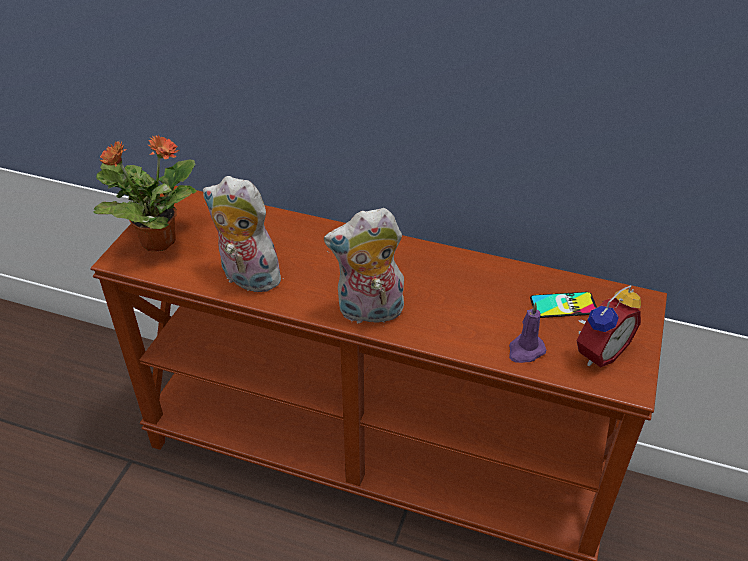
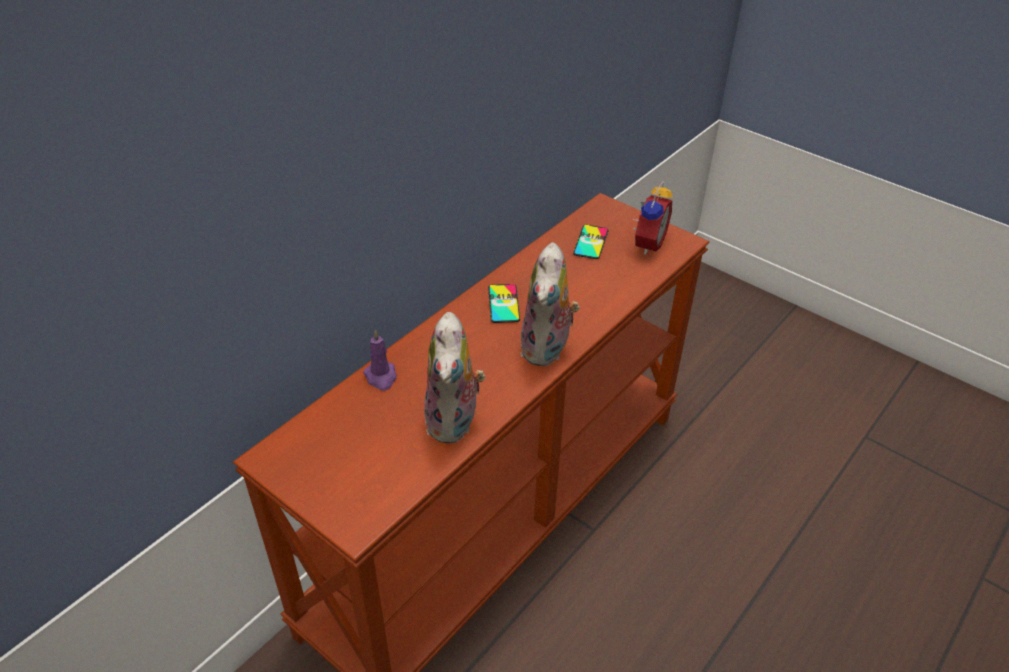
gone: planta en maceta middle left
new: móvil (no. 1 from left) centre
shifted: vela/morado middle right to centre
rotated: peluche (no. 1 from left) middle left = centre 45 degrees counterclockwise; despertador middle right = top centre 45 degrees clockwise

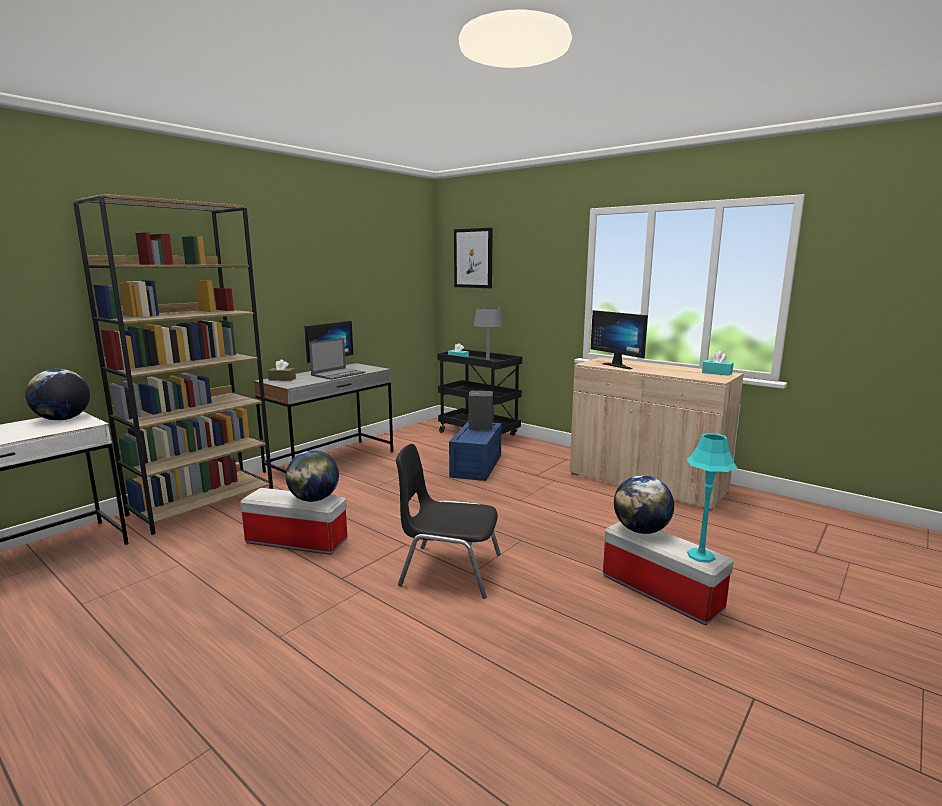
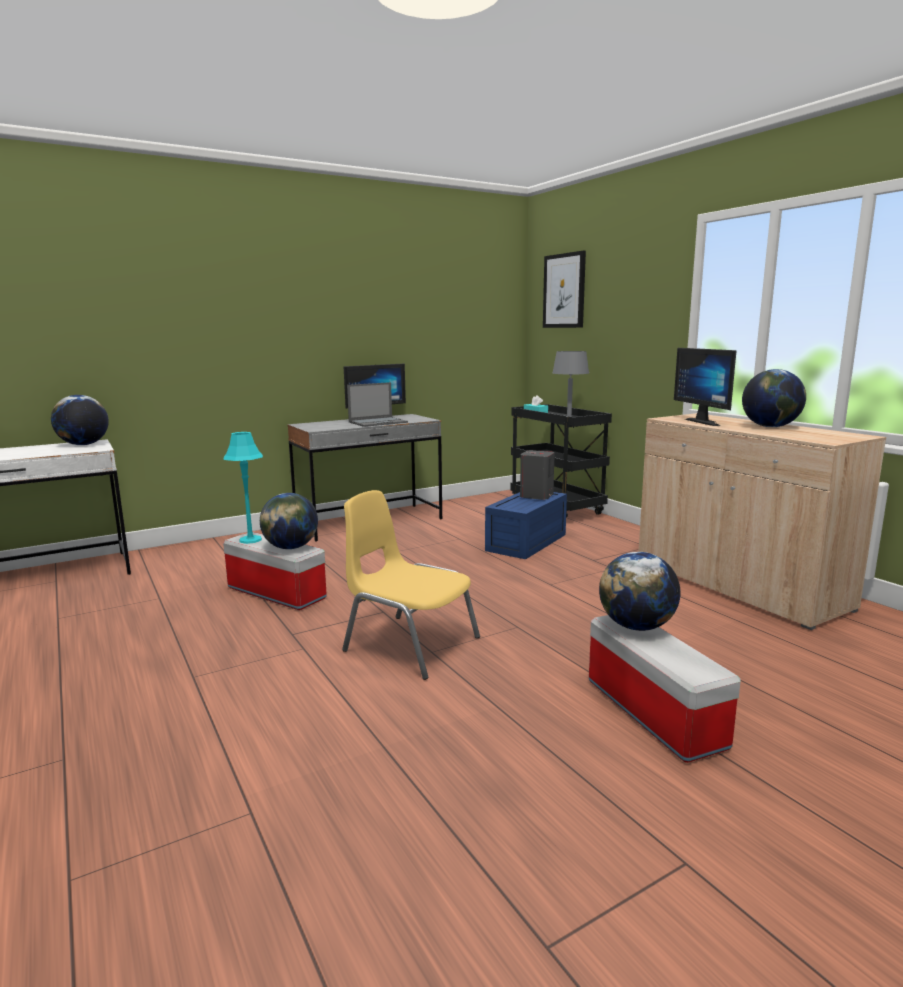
gone: estantería/marrón middle left; caja de pañuelos/turquesa (no. 2 from left) middle right; caja de pañuelos/marrón middle left
new: globo terráqueo (no. 4 from left) middle right
shifted: lámpara de mesa/turquesa middle right to middle left
repainted: silla/negro centre to silla/amarillo centre

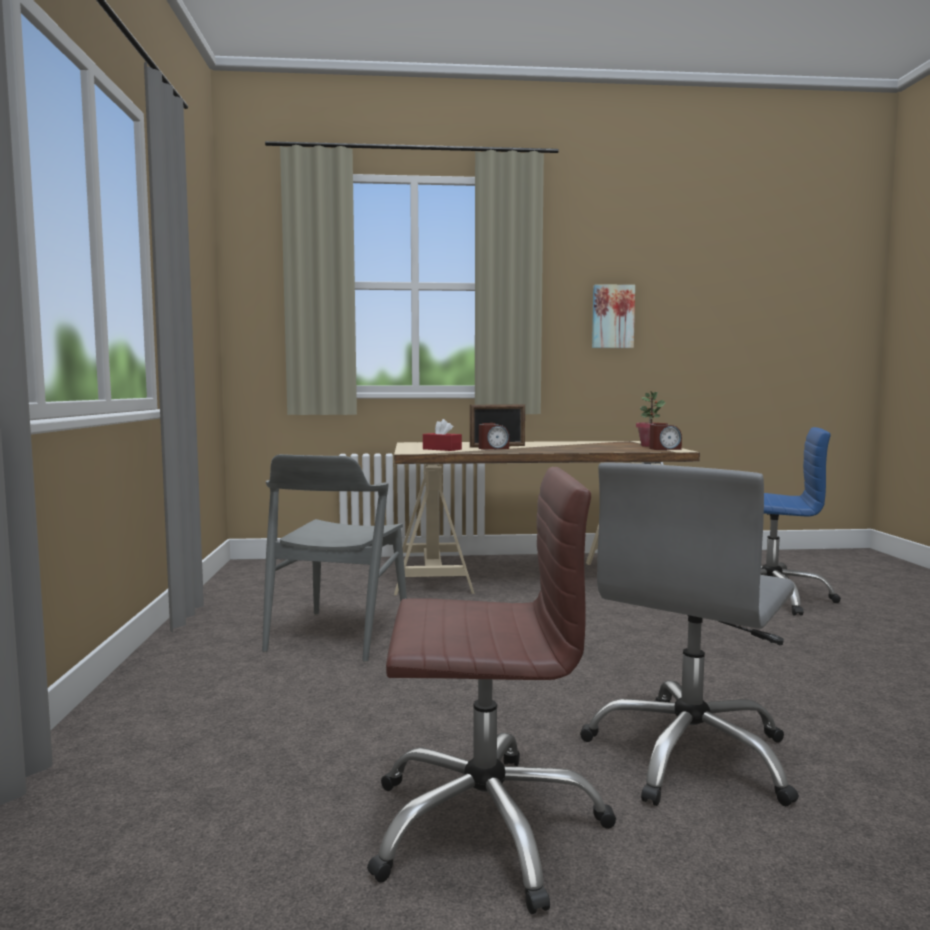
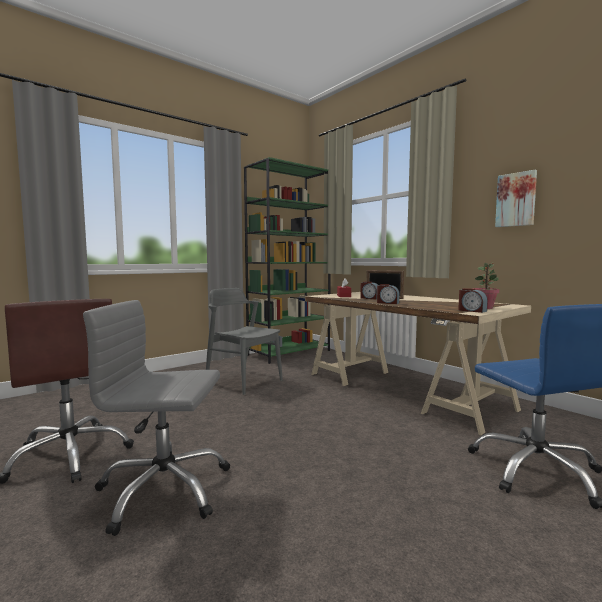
new: estantería/verde centre; despertador (no. 2 from left) centre
rotated: silla/gris centre = centre 60 degrees clockwise

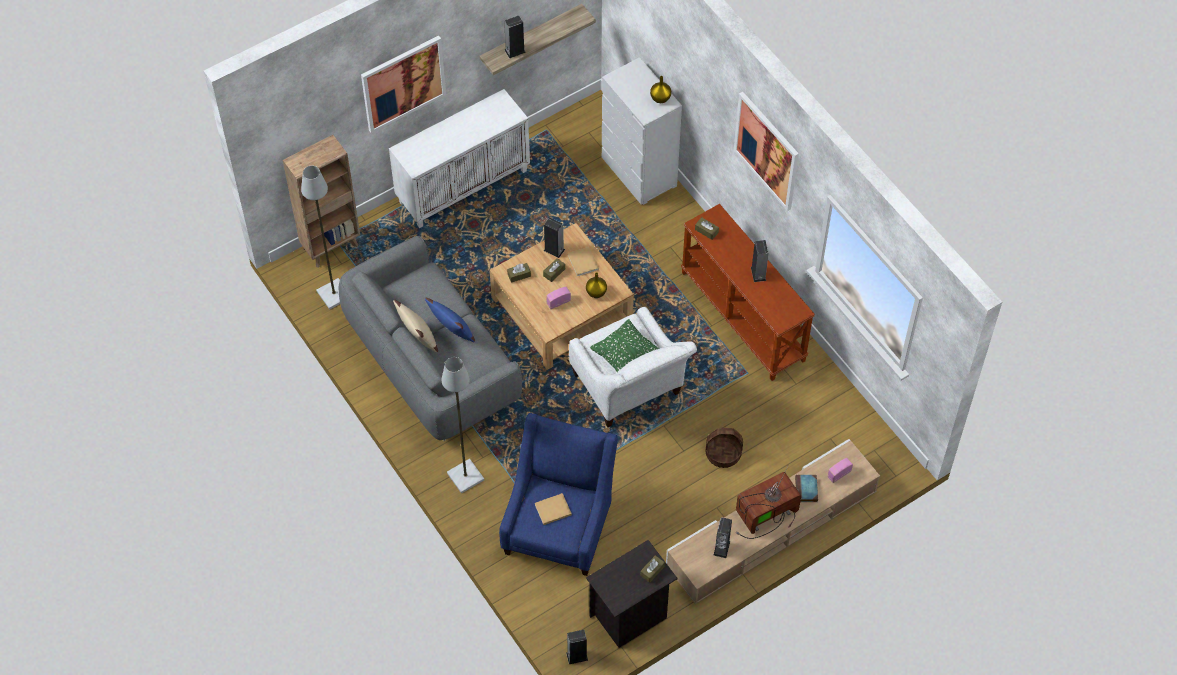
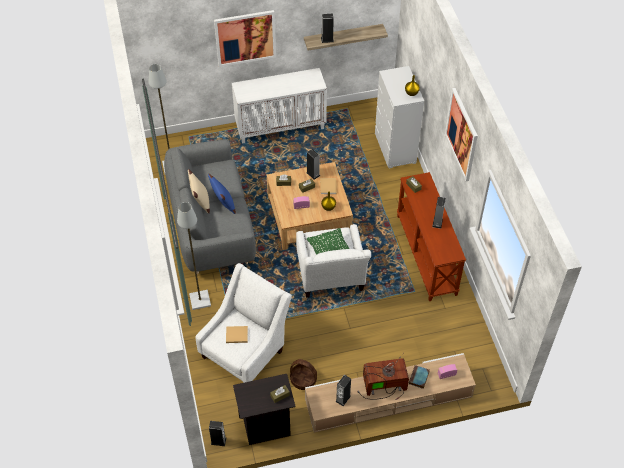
gone: estantería/marrón top left
shifted: cesta centre to bottom centre
repainted: sillón/azul bottom centre to sillón/blanco (no. 1 from left) bottom centre

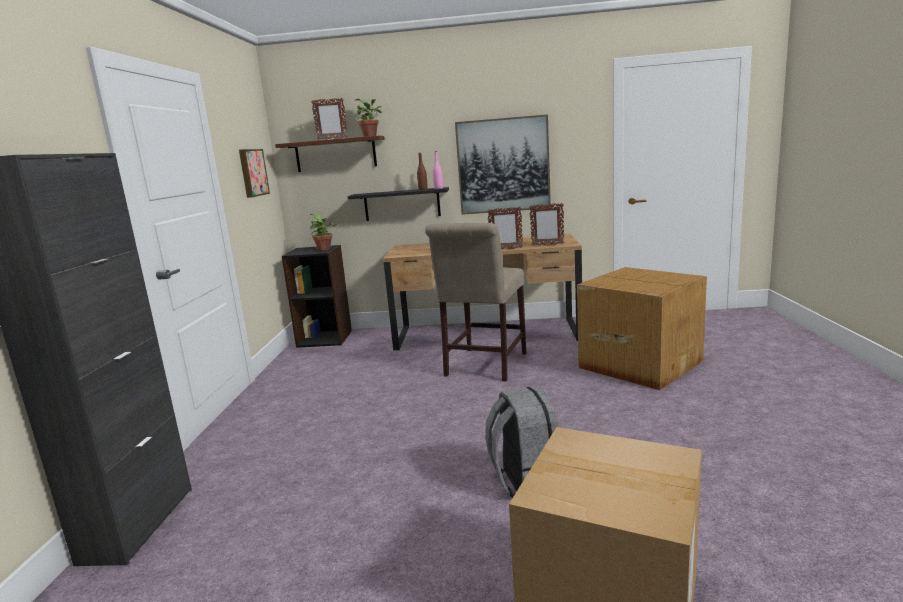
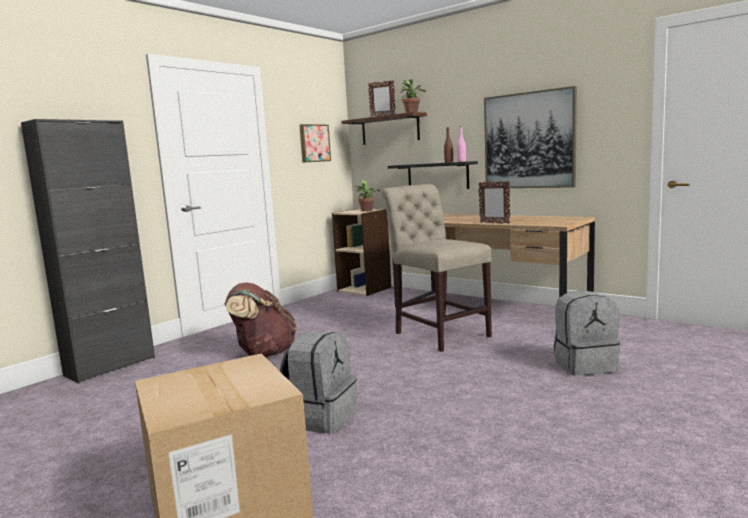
gone: portarretratos (no. 3 from left) centre
new: mochila/marrón centre
swapped: caja de cartón (no. 2 from left) middle right to mochila/gris (no. 2 from left) middle right
repainted: estantería/negro centre to estantería/beis centre
rotated: silla/beis centre = centre 90 degrees clockwise

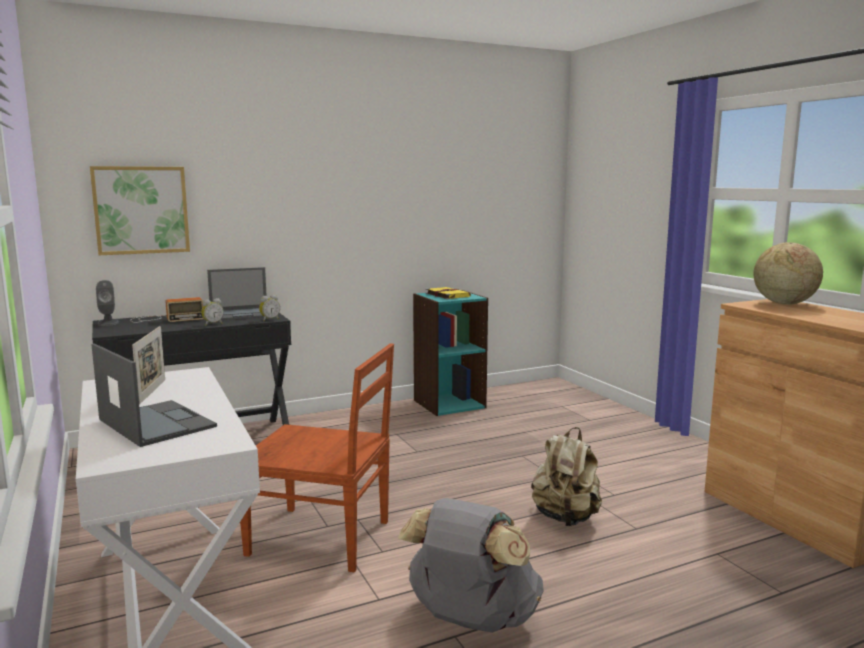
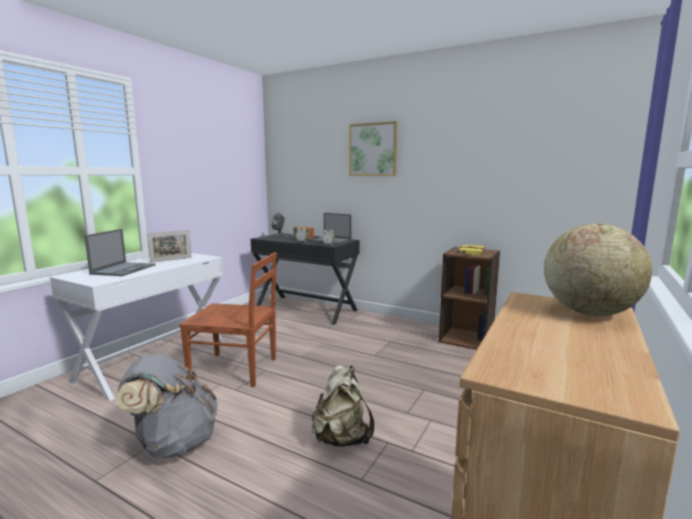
shifted: cuadro top left to top centre
repainted: estantería/turquesa centre to estantería/marrón middle right
rotated: silla/marrón bottom centre = middle left 60 degrees counterclockwise

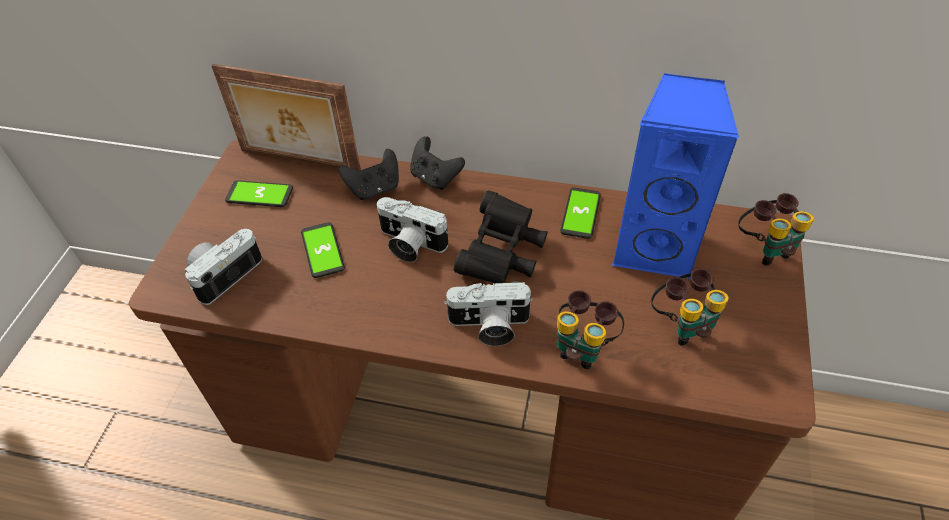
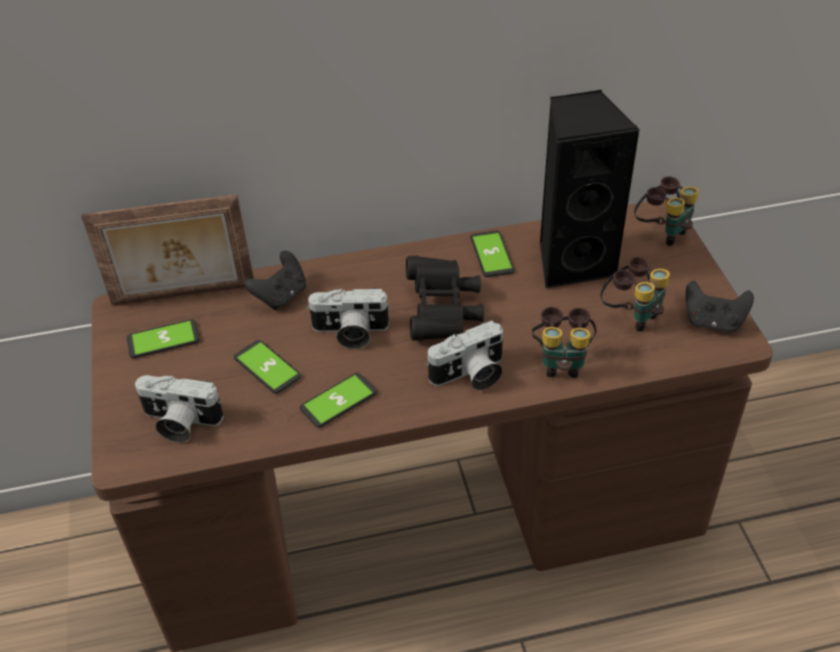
new: móvil (no. 3 from left) centre
shifted: mando de consola/negro (no. 2 from left) top centre to middle right
repainted: altavoz/azul middle right to altavoz/negro top right
rotated: cámara (no. 1 from left) middle left = middle left 90 degrees counterclockwise

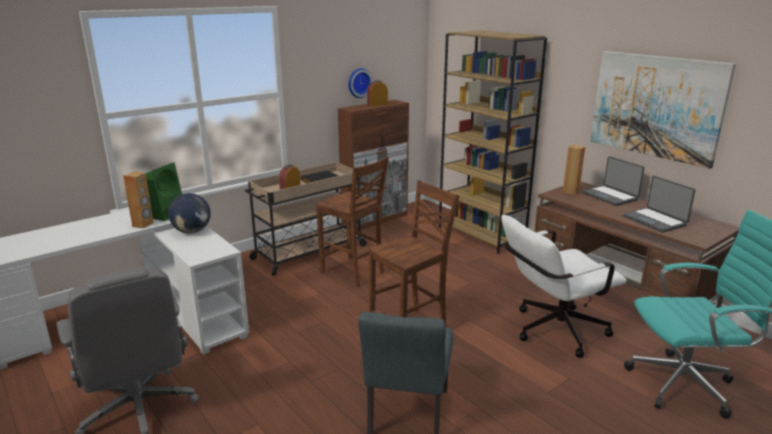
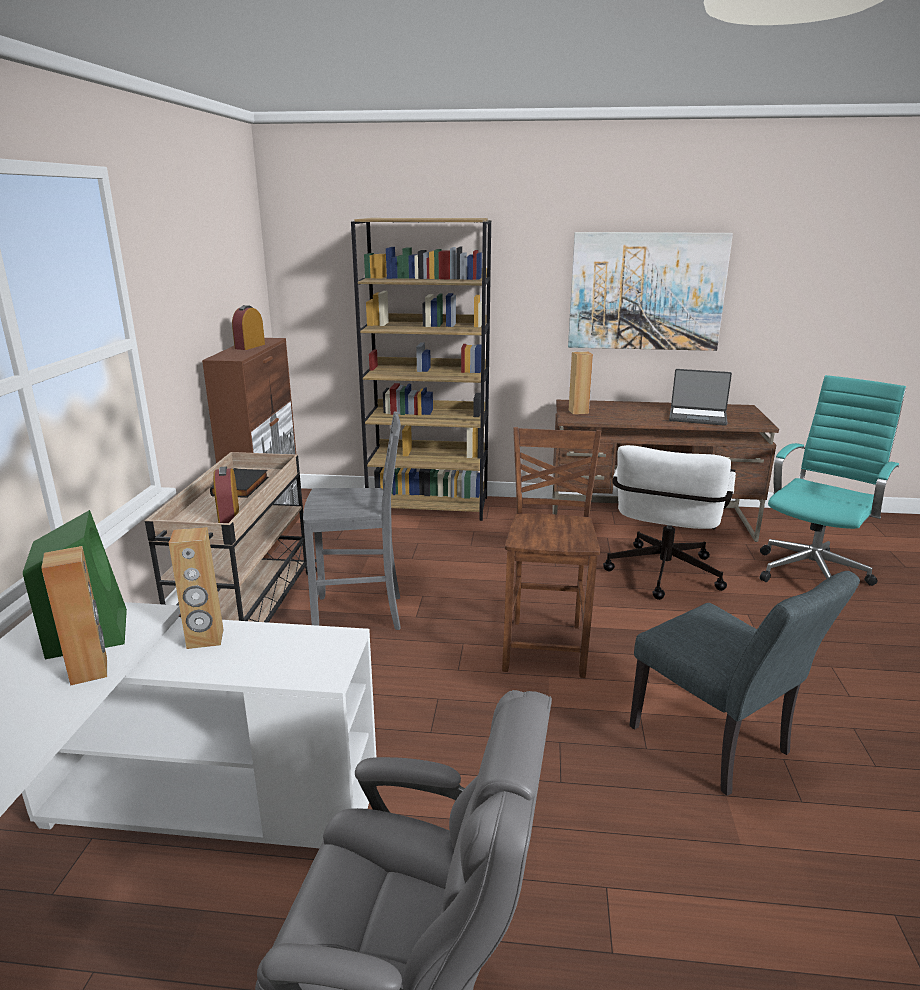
gone: reloj de pared top centre; portátil (no. 1 from left) middle right
swapped: globo terráqueo middle left to altavoz/marrón (no. 2 from left) middle left
repainted: silla/marrón (no. 1 from left) centre to silla/gris (no. 1 from left) centre

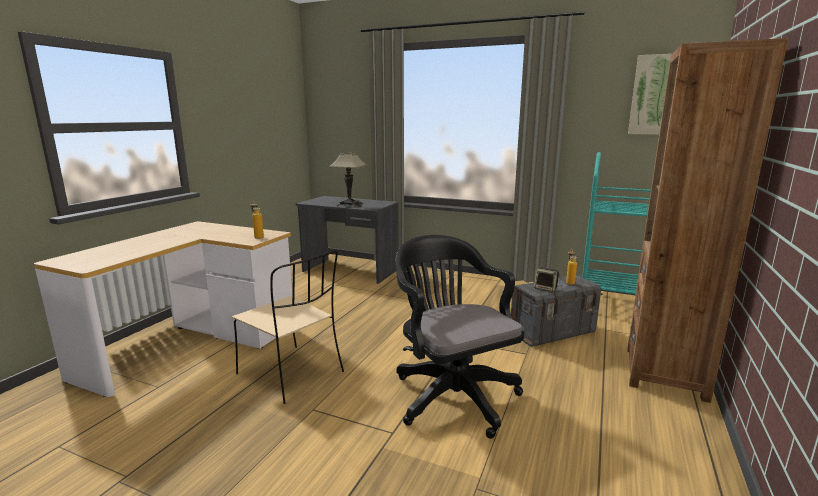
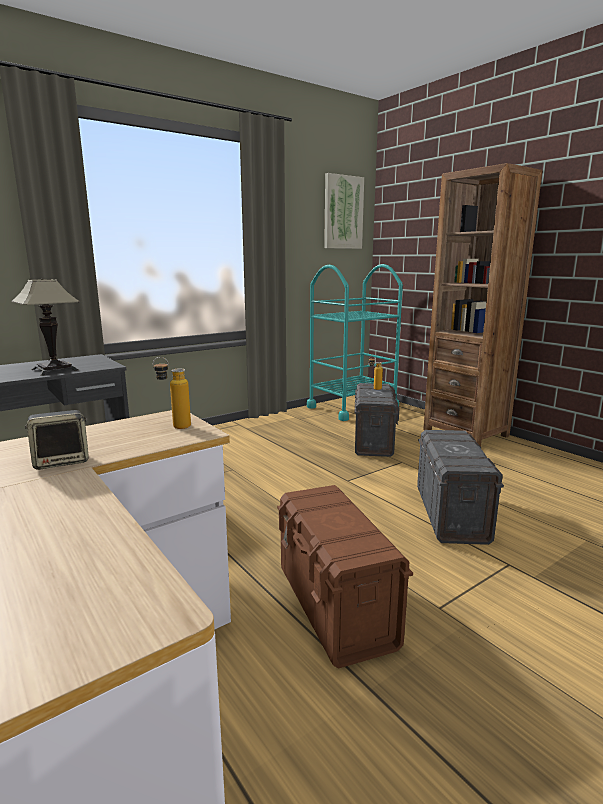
shifted: altavoz middle right to middle left
swapped: silla de oficina/negro bottom centre to caja de almacenaje/gris (no. 2 from left) middle right; silla/beis centre to caja de almacenaje/marrón bottom centre

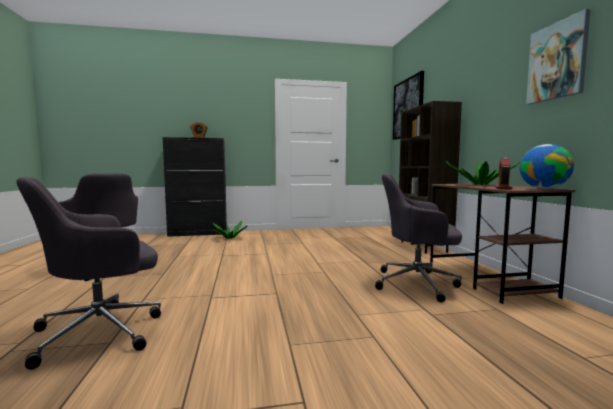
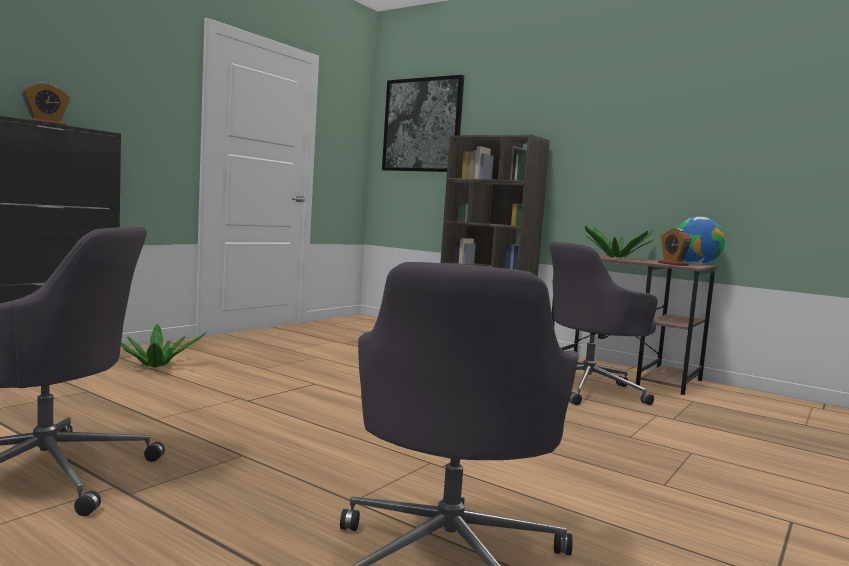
gone: cuadro (no. 2 from left) top right

